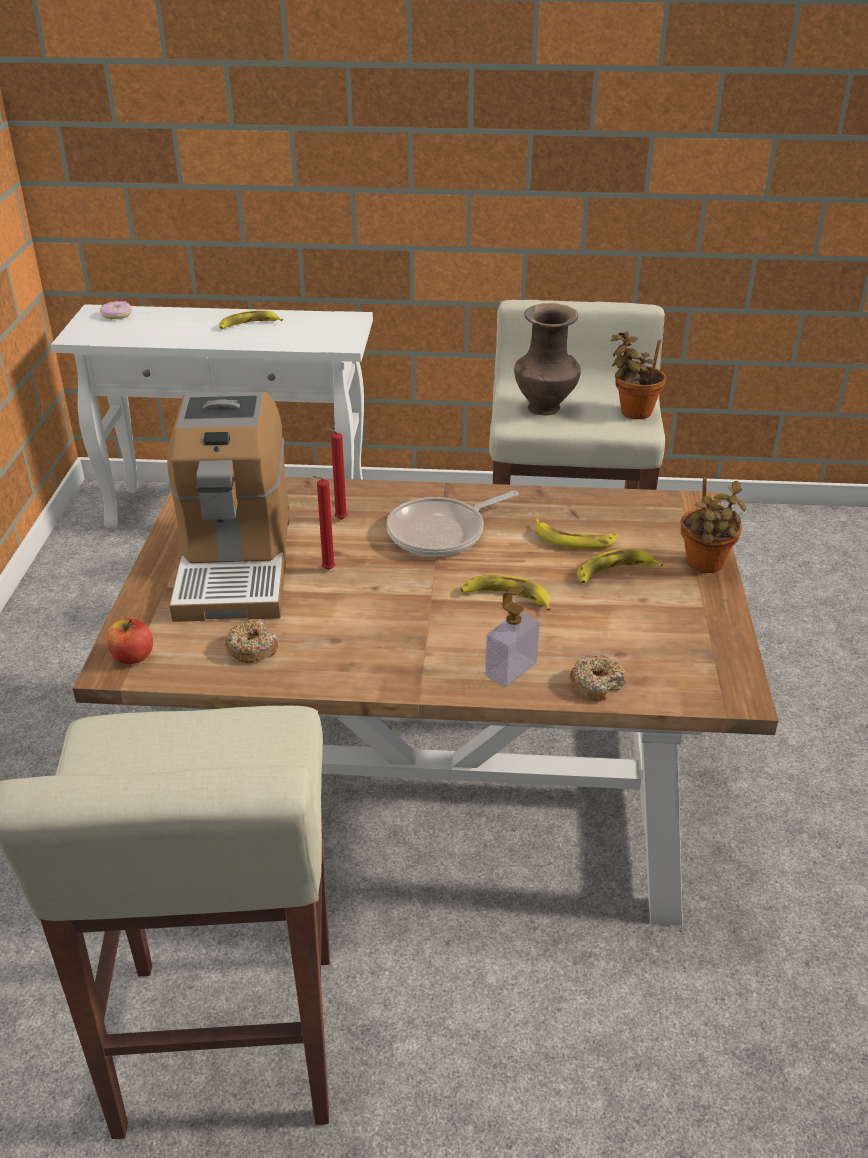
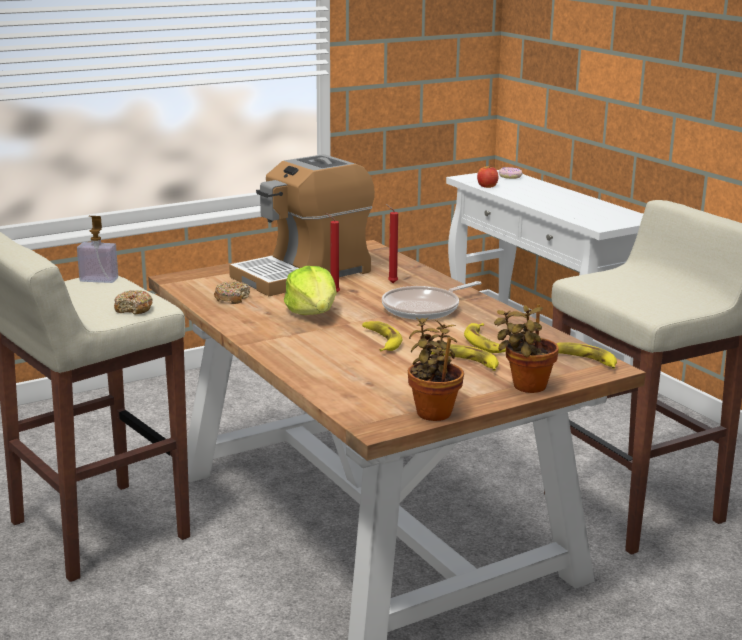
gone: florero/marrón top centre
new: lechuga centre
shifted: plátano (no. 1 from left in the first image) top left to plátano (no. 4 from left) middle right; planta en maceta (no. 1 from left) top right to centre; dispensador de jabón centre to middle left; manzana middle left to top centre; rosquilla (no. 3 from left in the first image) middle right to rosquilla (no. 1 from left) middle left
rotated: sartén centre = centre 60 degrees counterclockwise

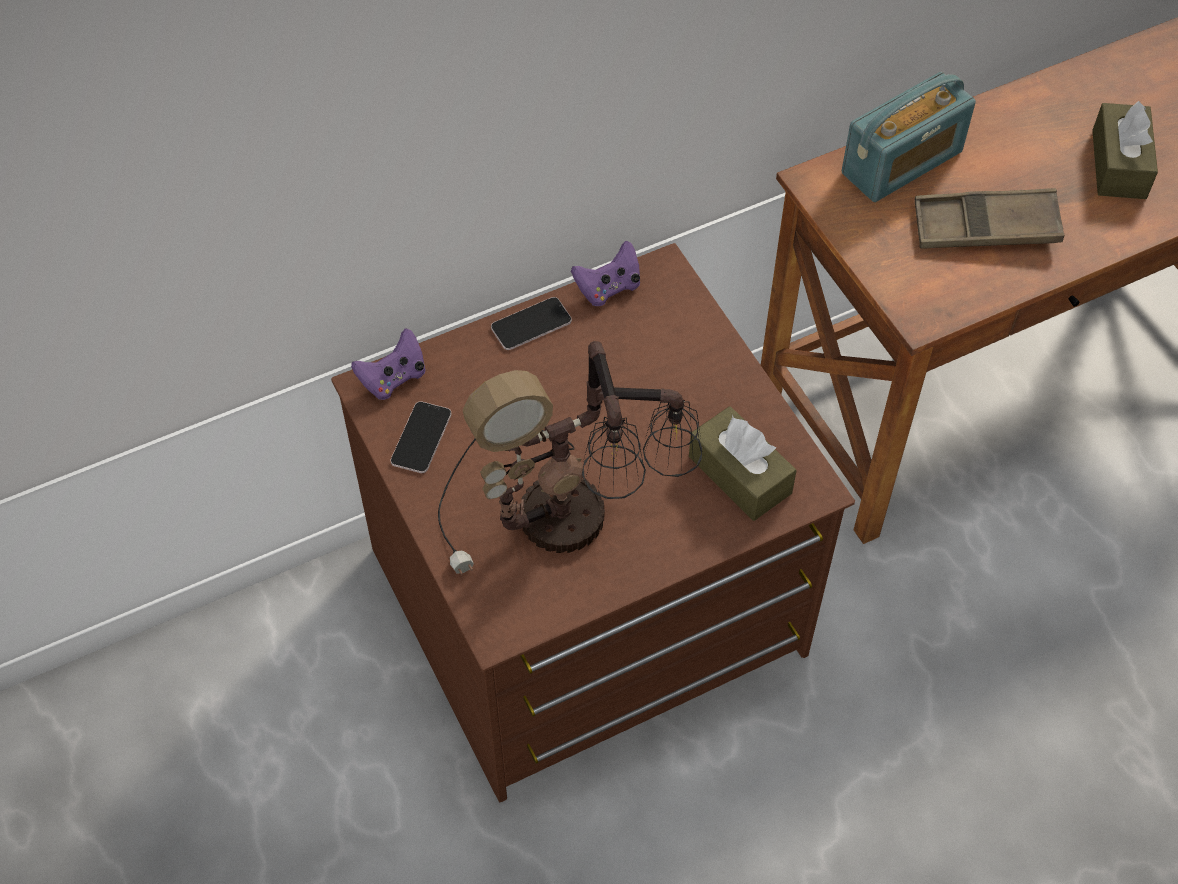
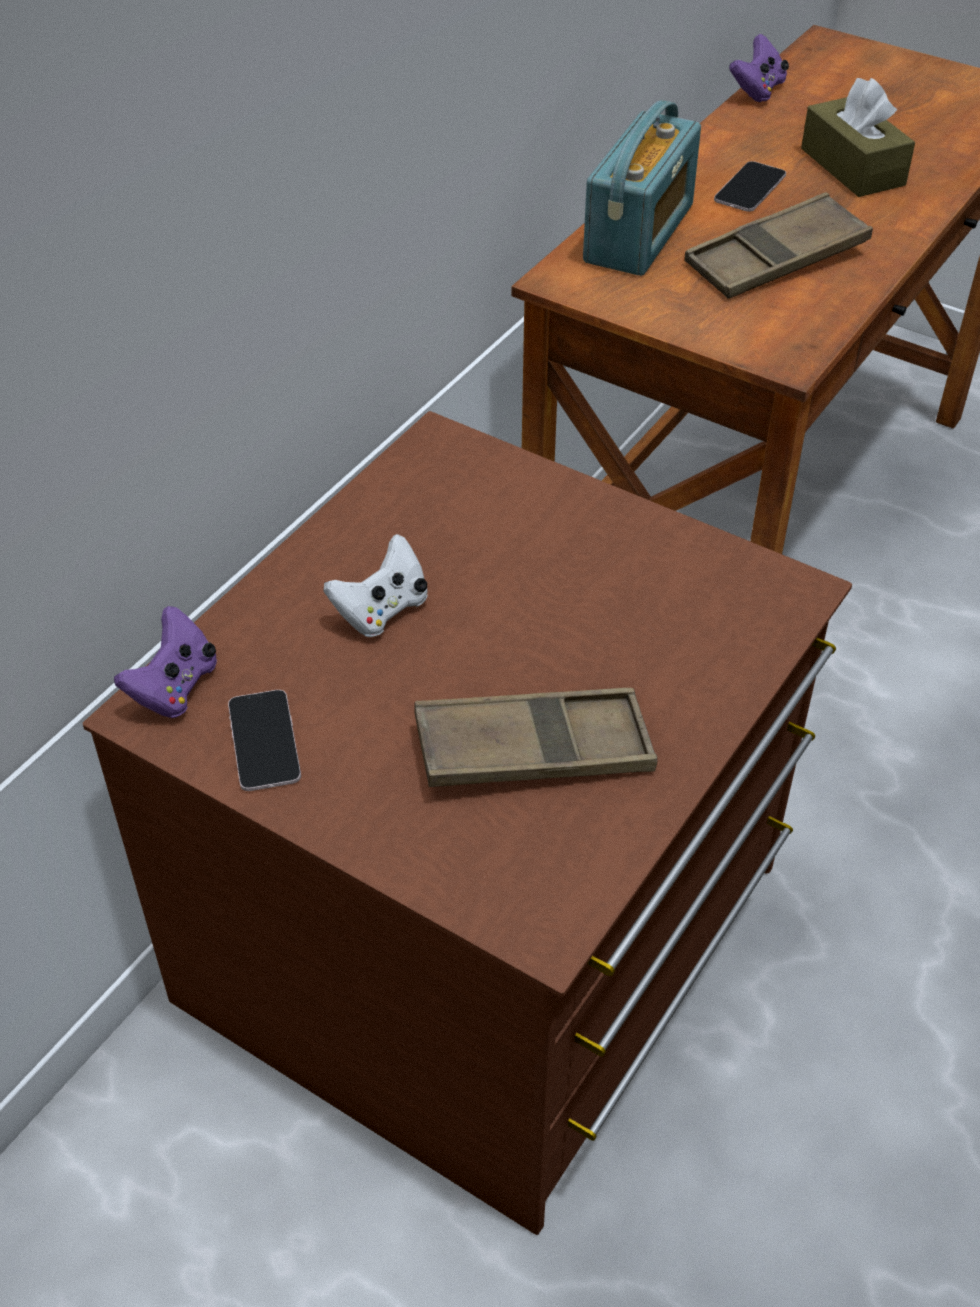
gone: caja de pañuelos/marrón (no. 1 from left) centre
new: mando de consola/blanco centre
shifted: mando de consola/morado (no. 2 from left) top centre to top right; móvil (no. 2 from left) centre to top right
swapped: lámpara de mesa centre to bandeja/marrón (no. 1 from left) centre

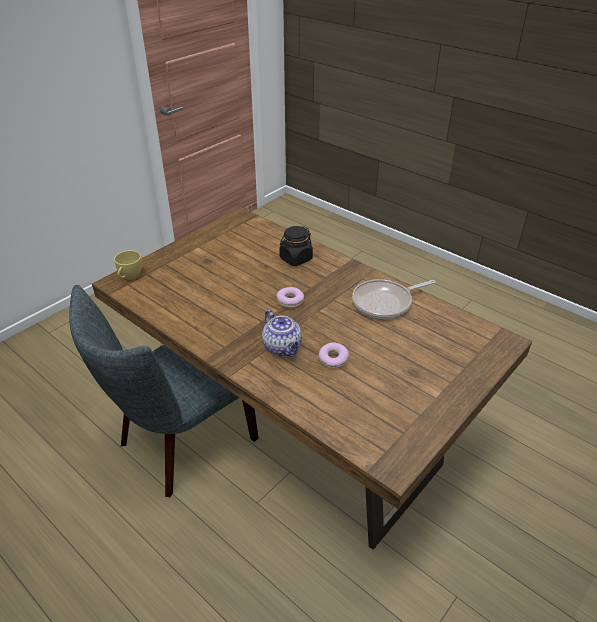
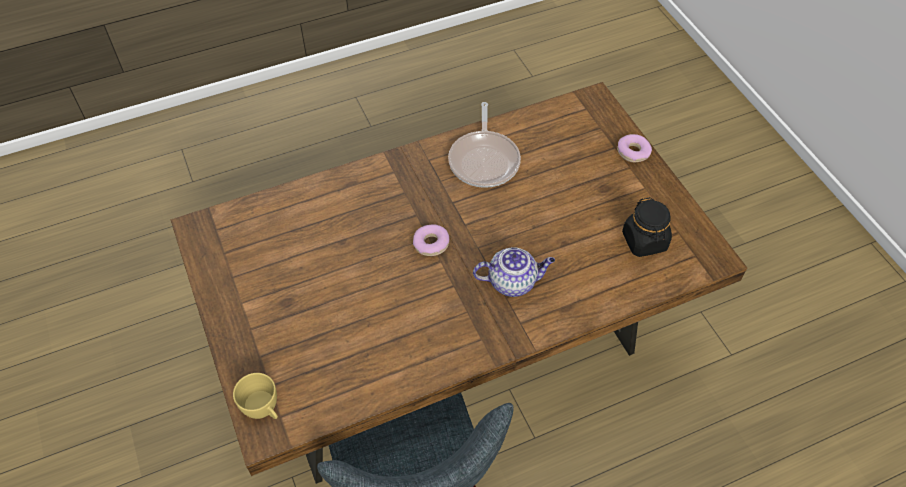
shifted: tarro/negro centre to middle right; rosquilla (no. 2 from left) centre to top right

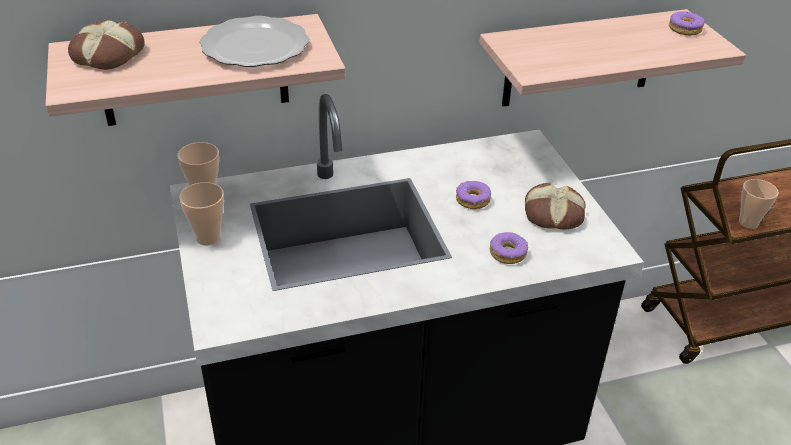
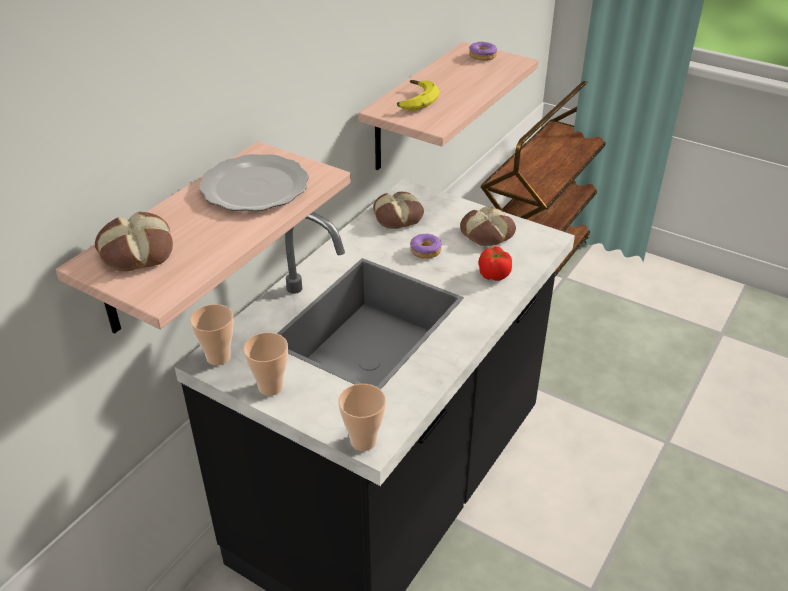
new: plátano top centre; pan (no. 2 from left) centre
shifted: taza (no. 3 from left) middle right to bottom centre
swapped: rosquilla (no. 2 from left) centre to tomate centre

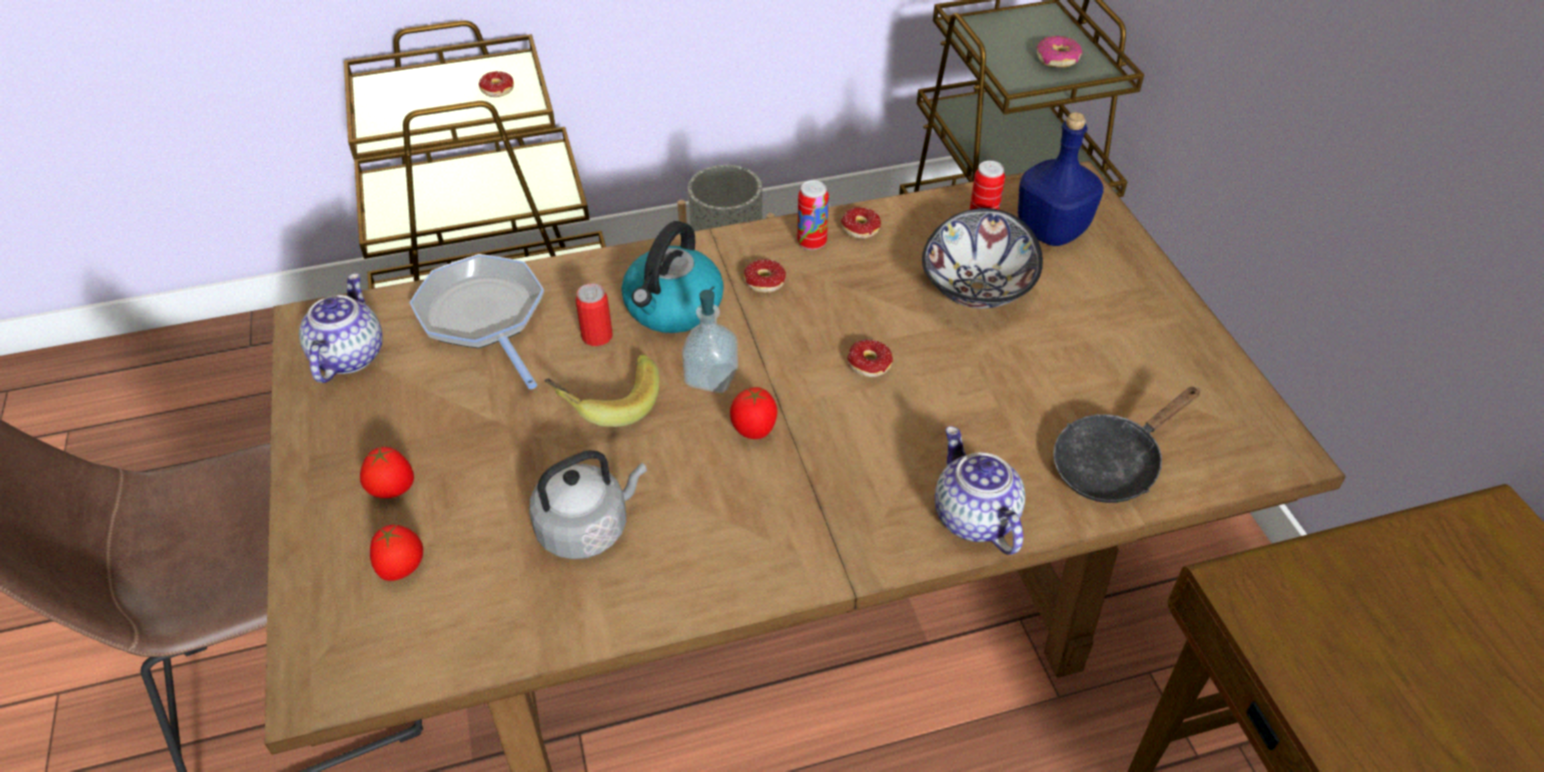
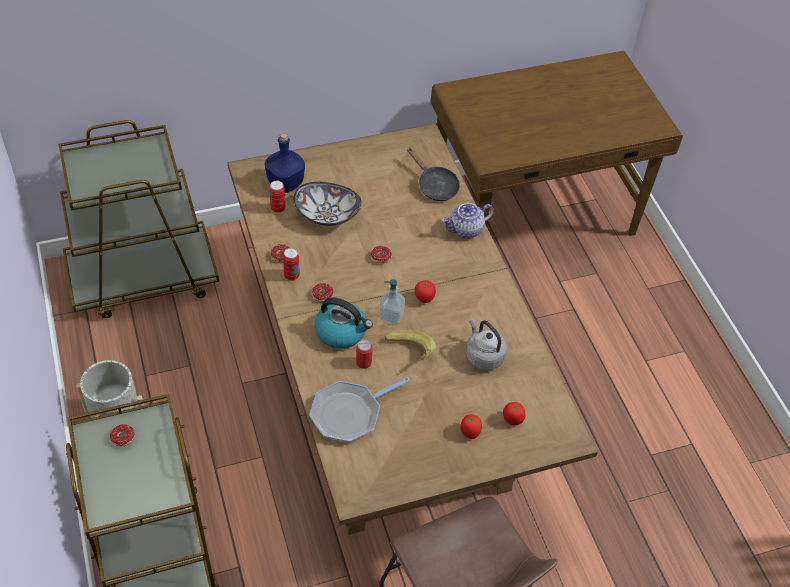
gone: rosquilla (no. 5 from left) top right; tetera (no. 1 from left) middle left

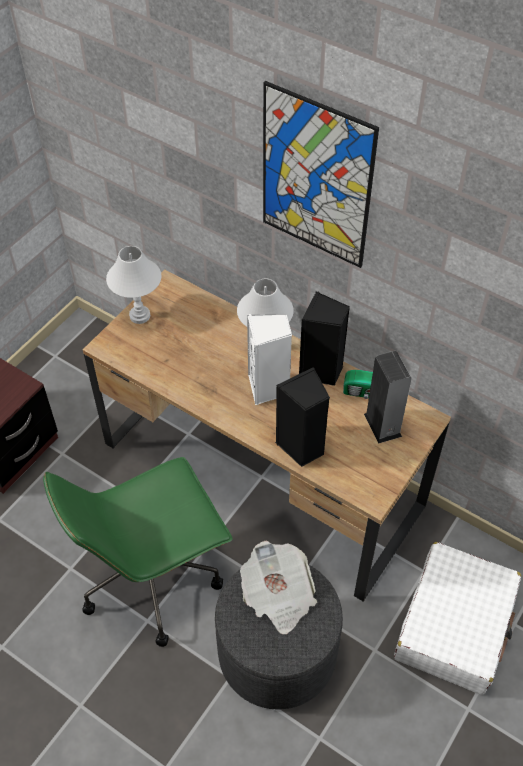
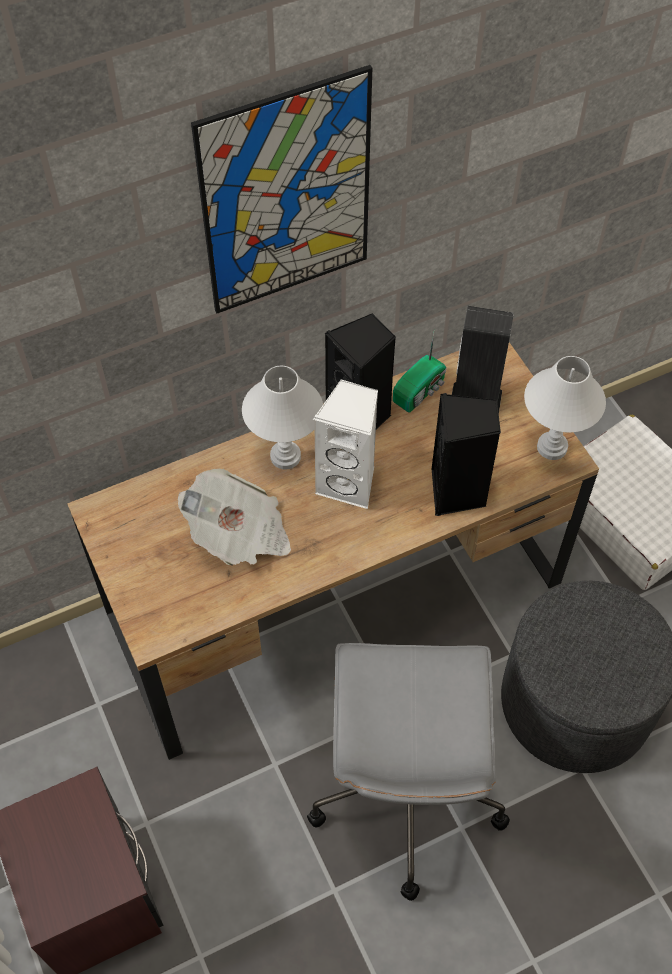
shifted: lámpara de mesa/blanco (no. 1 from left in the first image) middle left to lámpara de mesa/blanco (no. 2 from left) middle right; periódico bottom centre to centre
repainted: silla de oficina/verde bottom left to silla de oficina/gris bottom centre

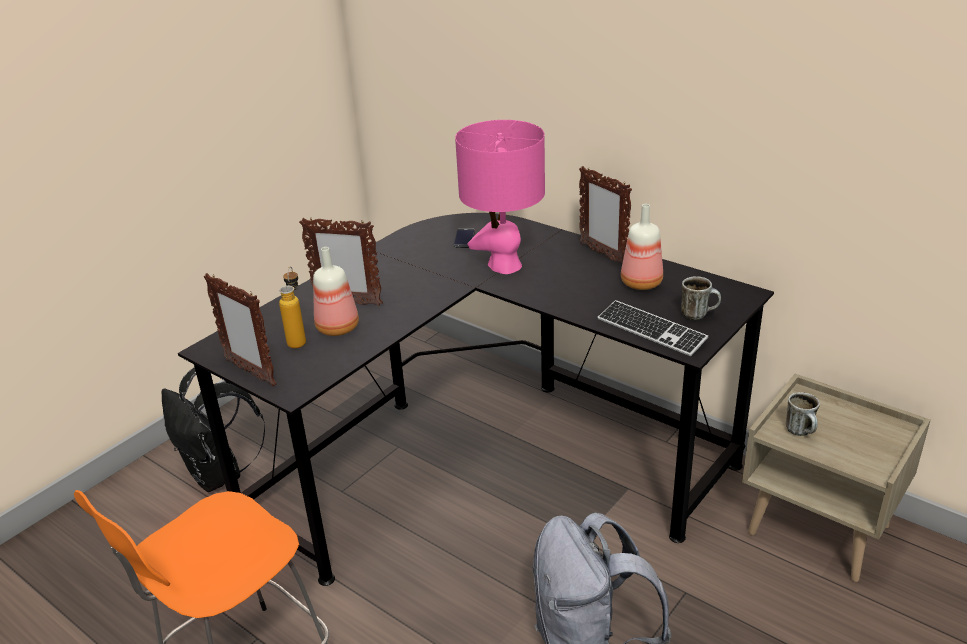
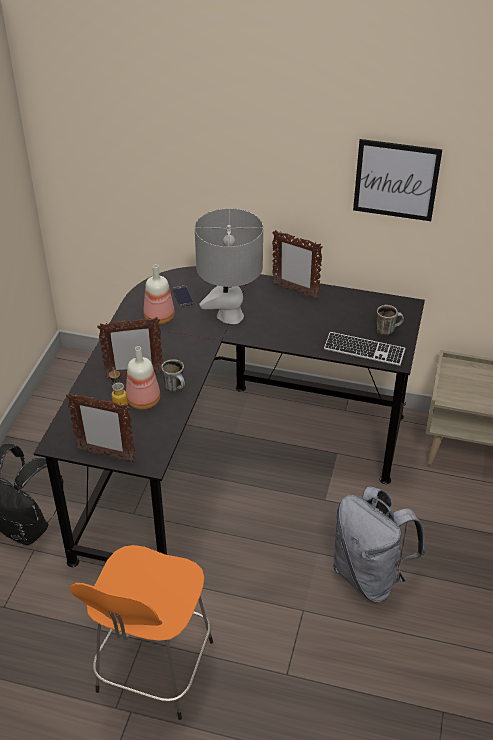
new: cuadro top right
shifted: botella (no. 3 from left) centre to middle left; taza grande (no. 2 from left in the first image) middle right to taza grande (no. 1 from left) centre
repainted: lámpara de mesa/rosa top centre to lámpara de mesa/gris centre

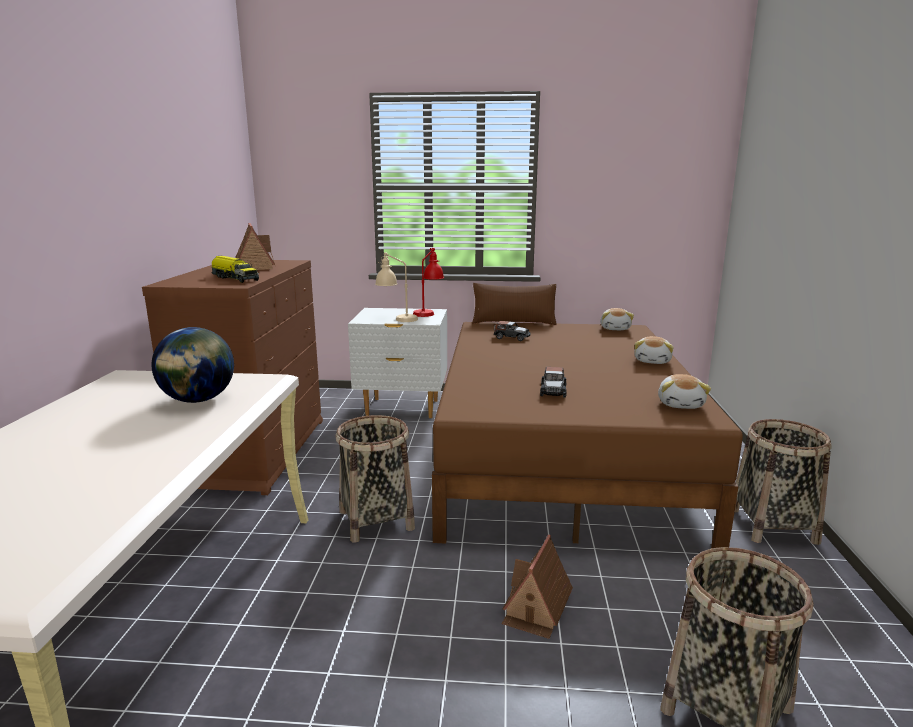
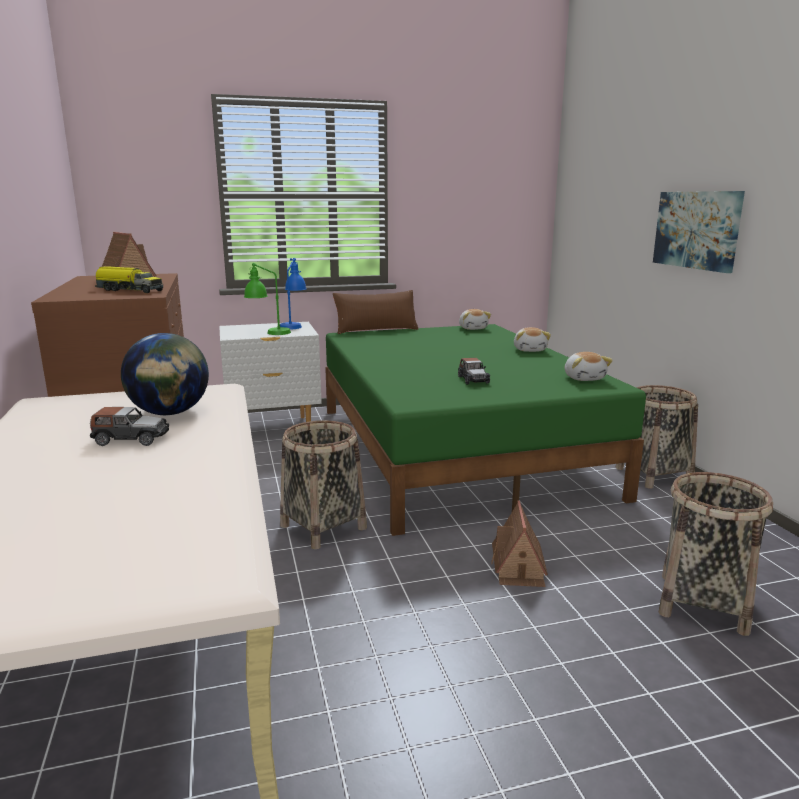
new: cuadro top right
shifted: coche de juguete (no. 1 from left) centre to middle left
repainted: lámpara de mesa/rojo centre to lámpara de mesa/azul centre; lámpara de mesa/beis centre to lámpara de mesa/verde centre; cama/marrón centre to cama/verde centre

